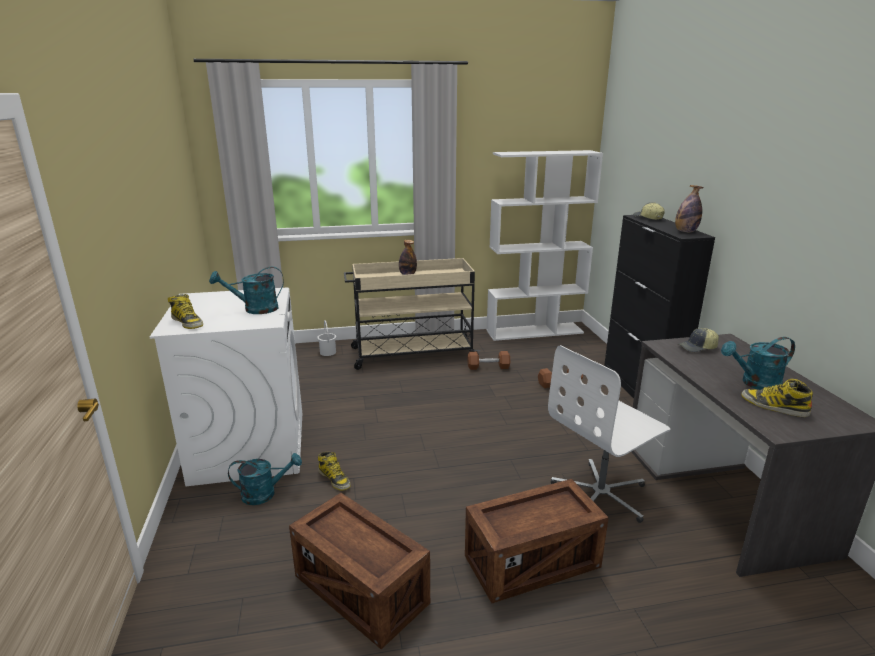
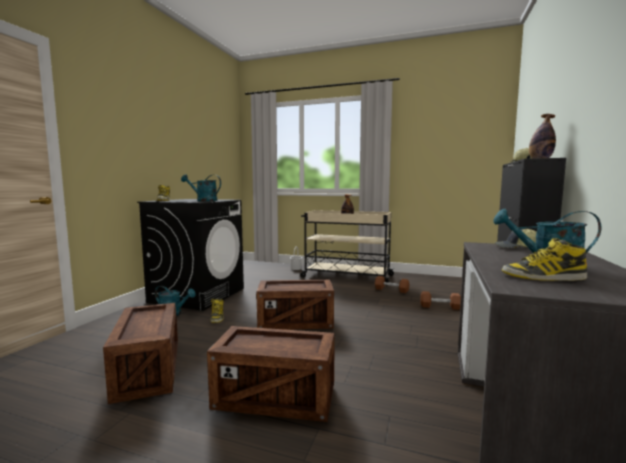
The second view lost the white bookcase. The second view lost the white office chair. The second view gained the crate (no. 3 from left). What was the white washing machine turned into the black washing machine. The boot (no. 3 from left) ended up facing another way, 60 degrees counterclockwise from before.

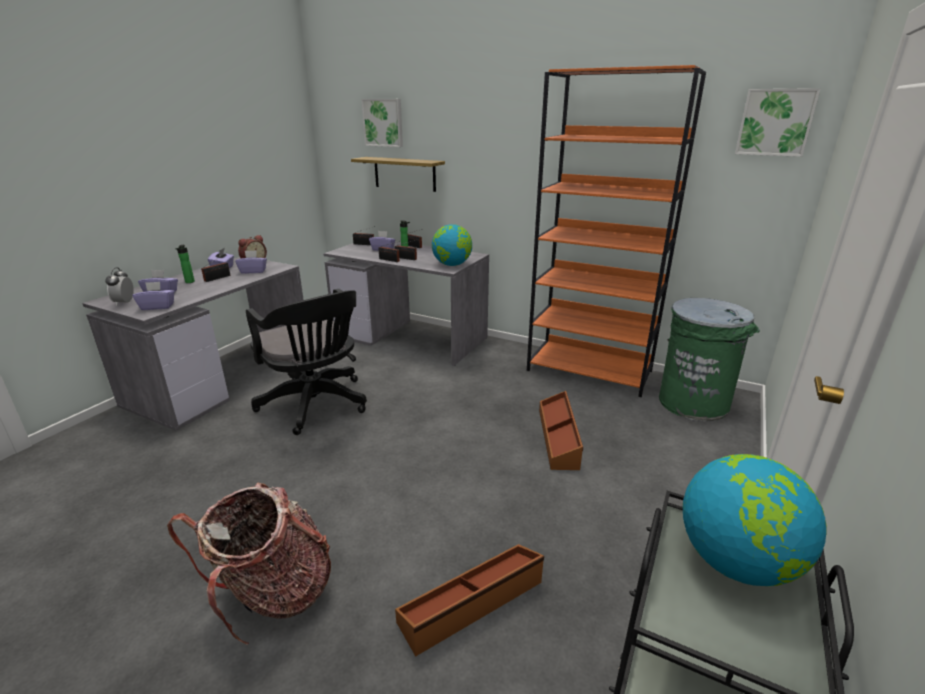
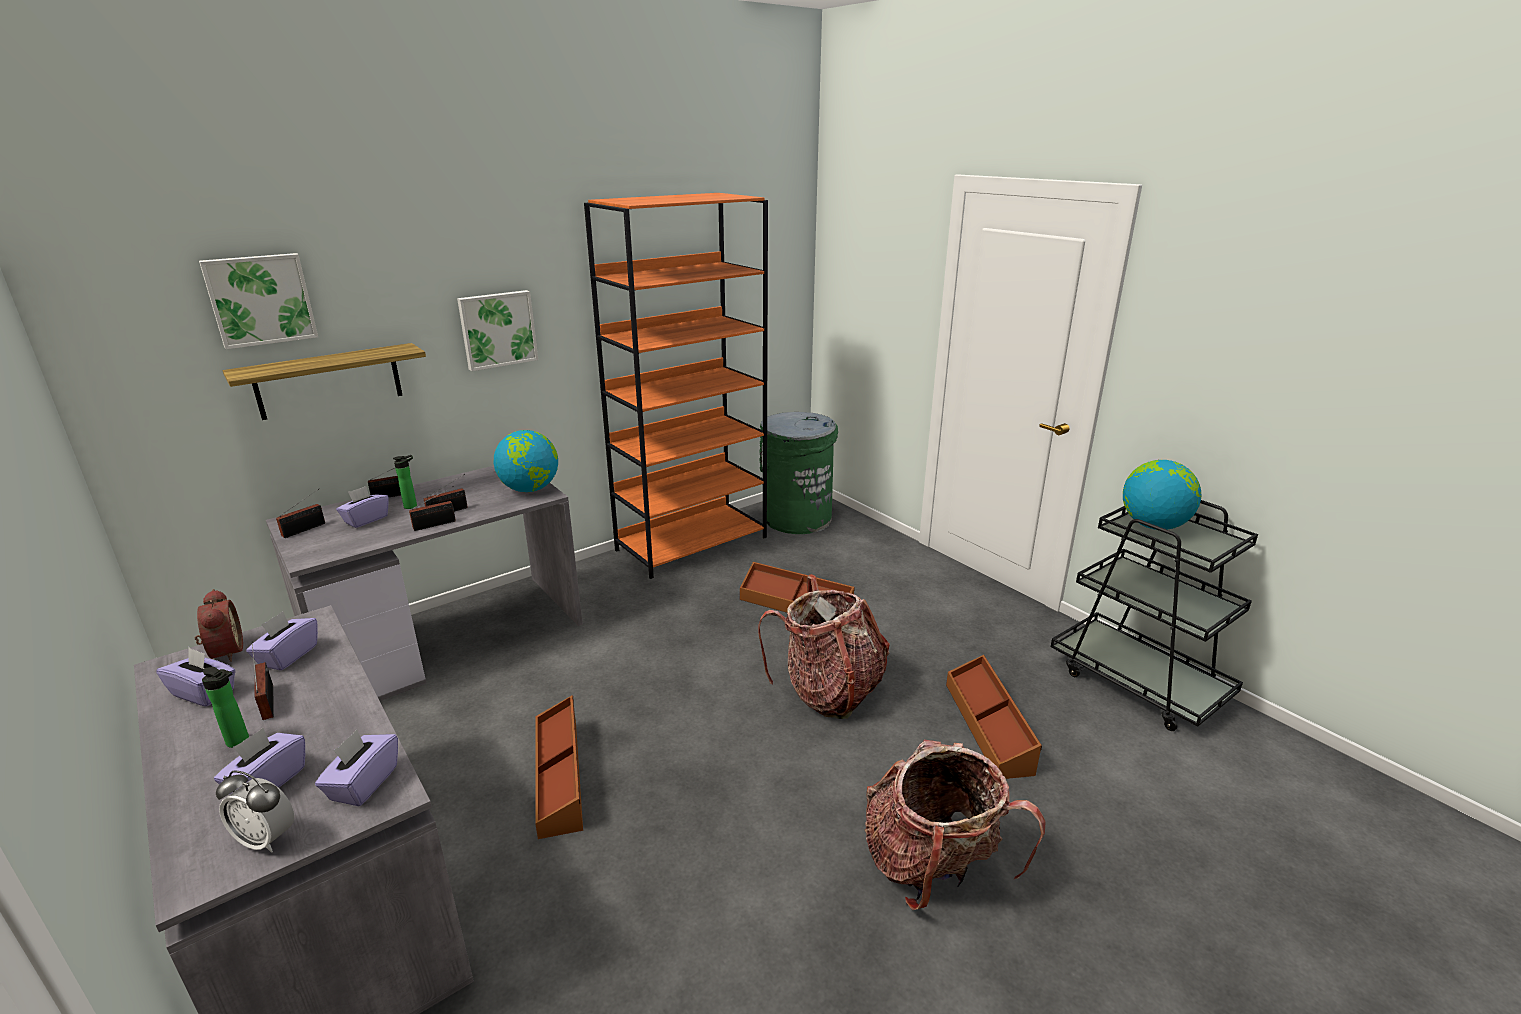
The second view gained the backpack (no. 1 from left). The picture (no. 2 from left) ended up elsewhere. Where the black office chair stood, the brown storage box (no. 1 from left) came to stand.

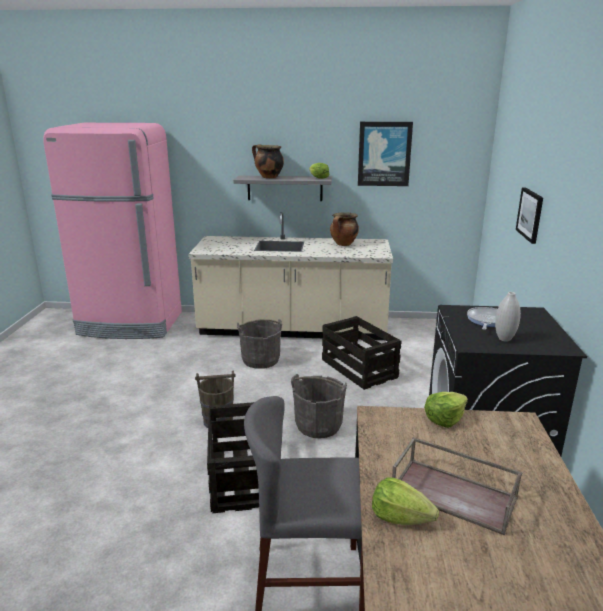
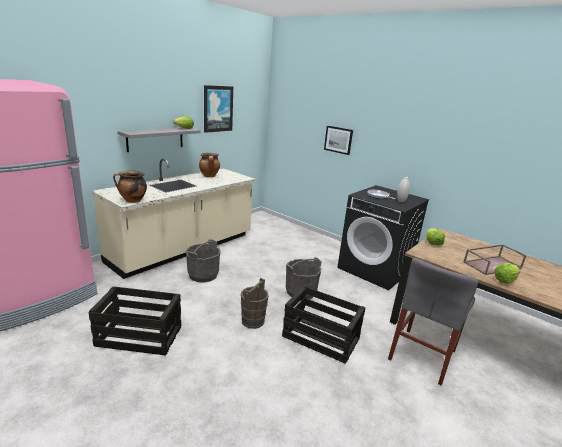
The cooking pot (no. 1 from left) ended up elsewhere. The crate (no. 2 from left in the first image) ended up elsewhere.

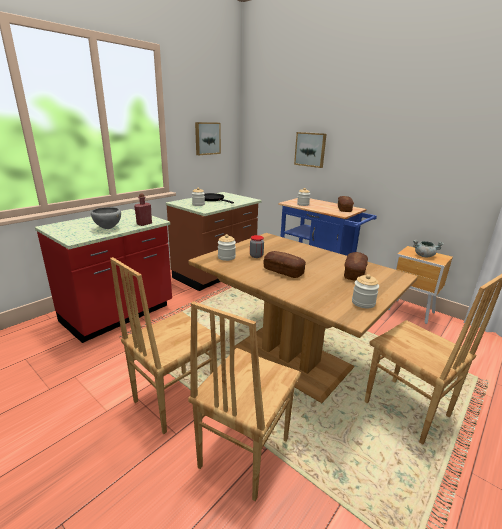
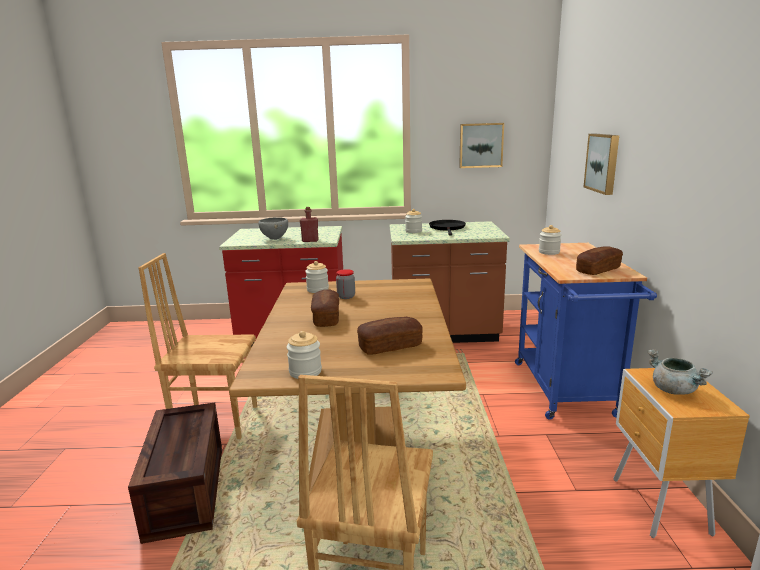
Where the brown chair (no. 2 from left) stood, the crate came to stand.

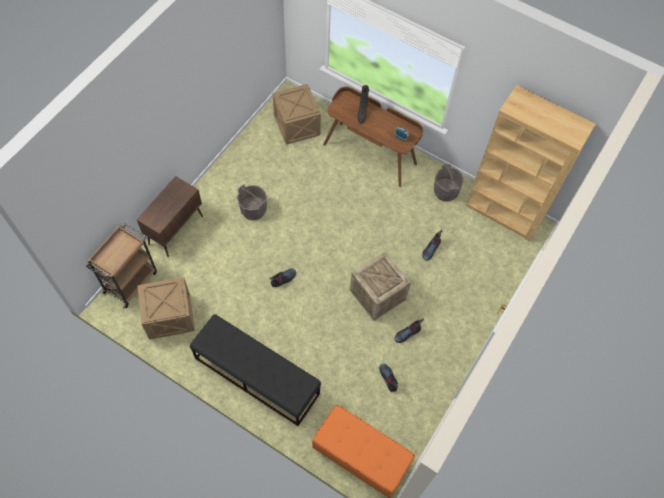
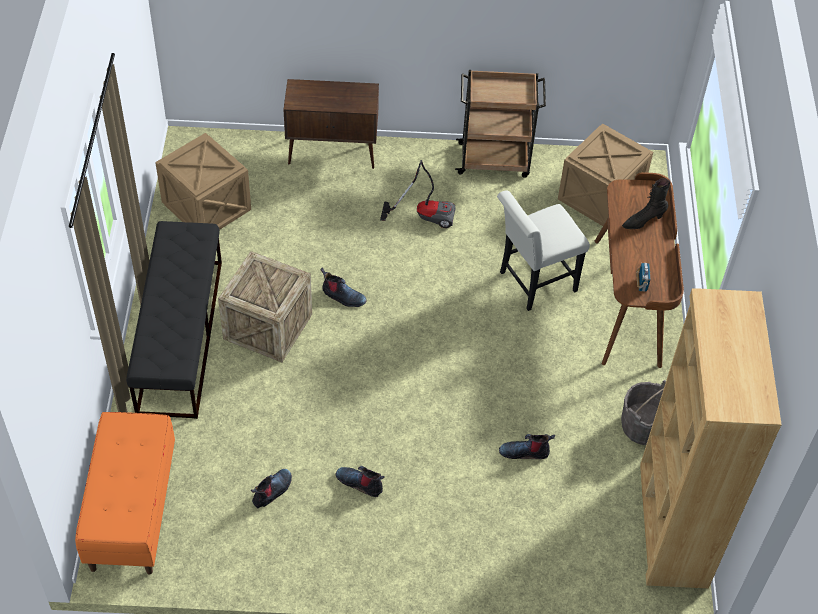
The second view gained the white chair. The brown cart ended up elsewhere. The crate (no. 3 from left in the first image) ended up elsewhere. Where the grey bucket (no. 1 from left) stood, the vacuum cleaner came to stand.

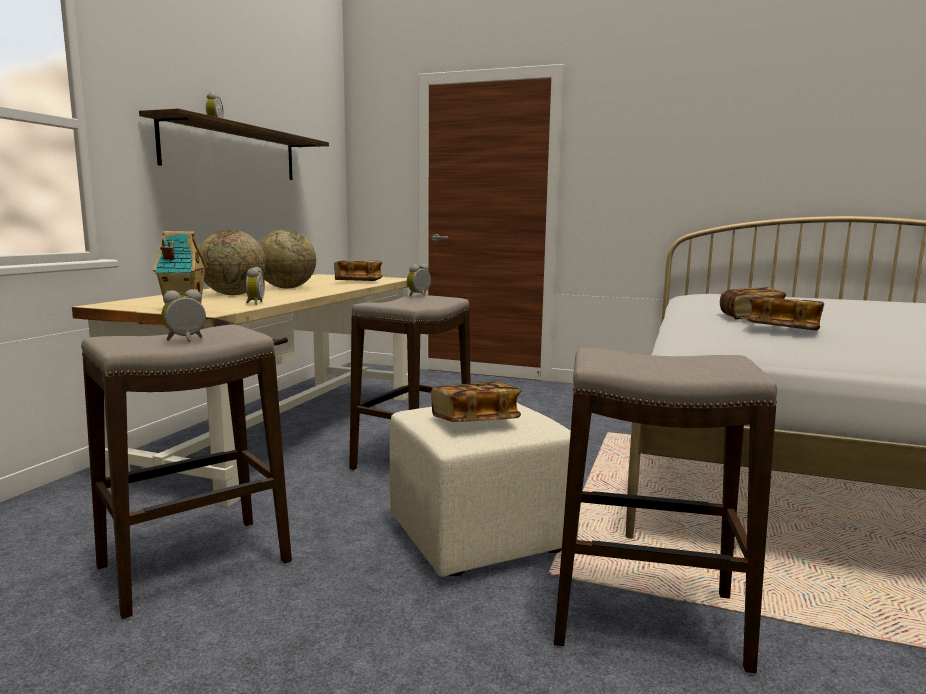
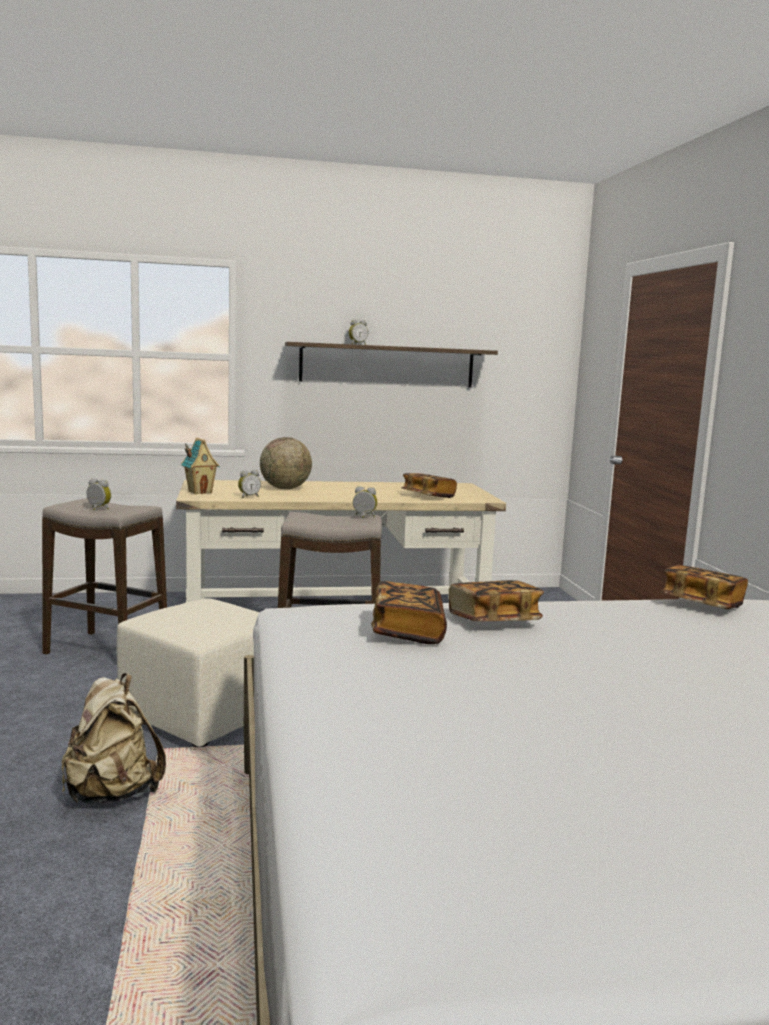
The second view lost the globe (no. 2 from left). The book (no. 2 from left in the first image) ended up elsewhere. Where the stool (no. 3 from left) stood, the beige backpack came to stand.

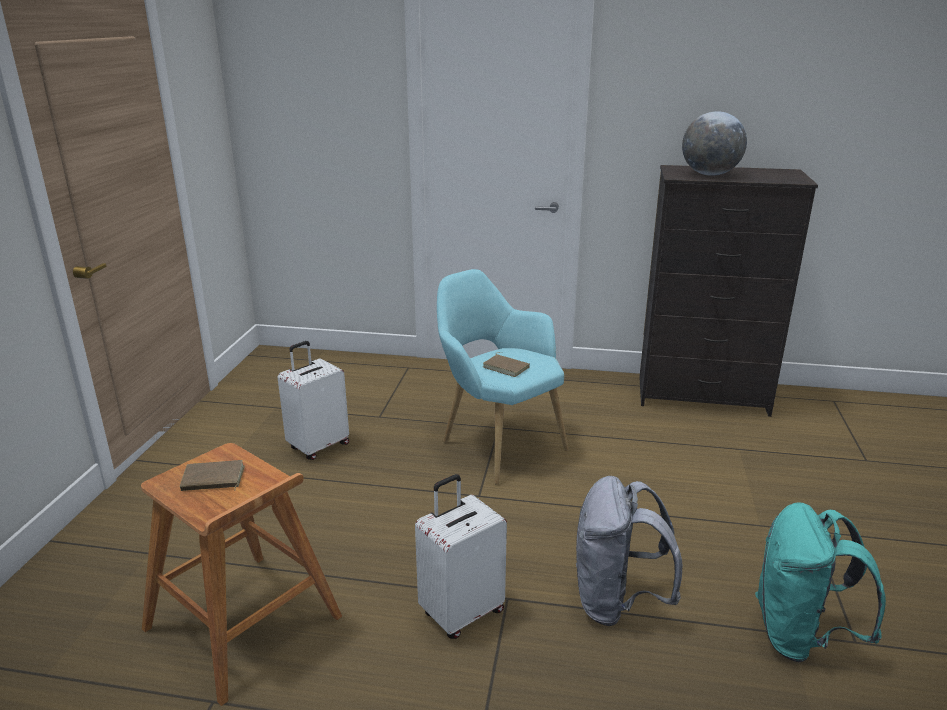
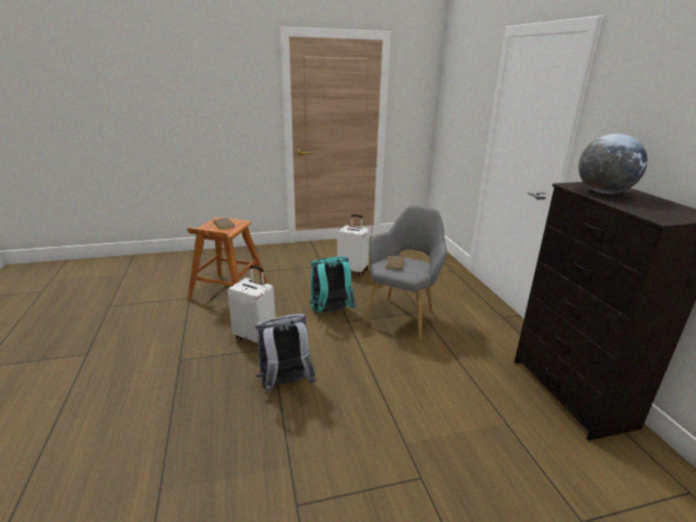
The turquoise backpack ended up elsewhere. What was the turquoise armchair turned into the grey armchair.

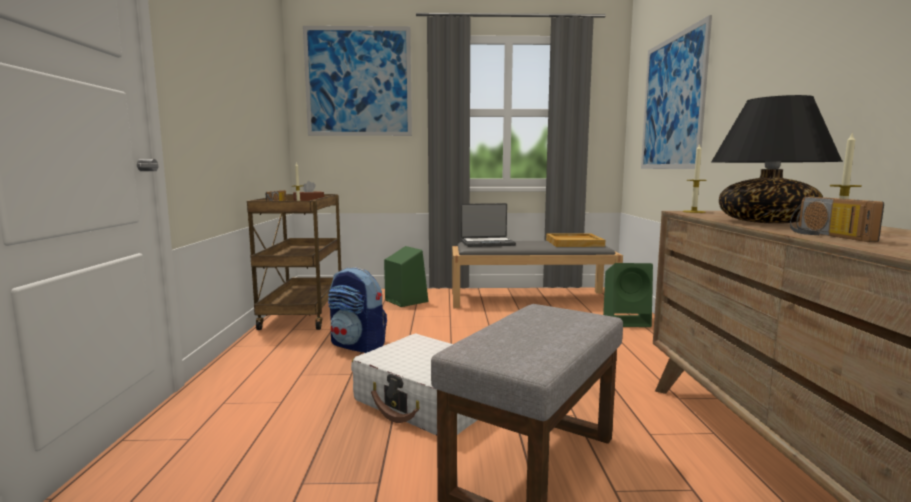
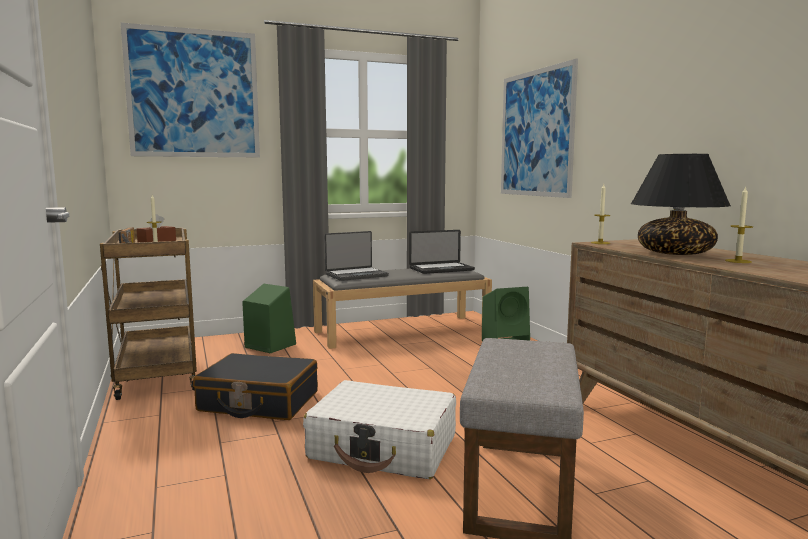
The second view lost the radio (no. 2 from left). Where the backpack stood, the black suitcase came to stand. Where the beige tray stood, the laptop (no. 2 from left) came to stand.

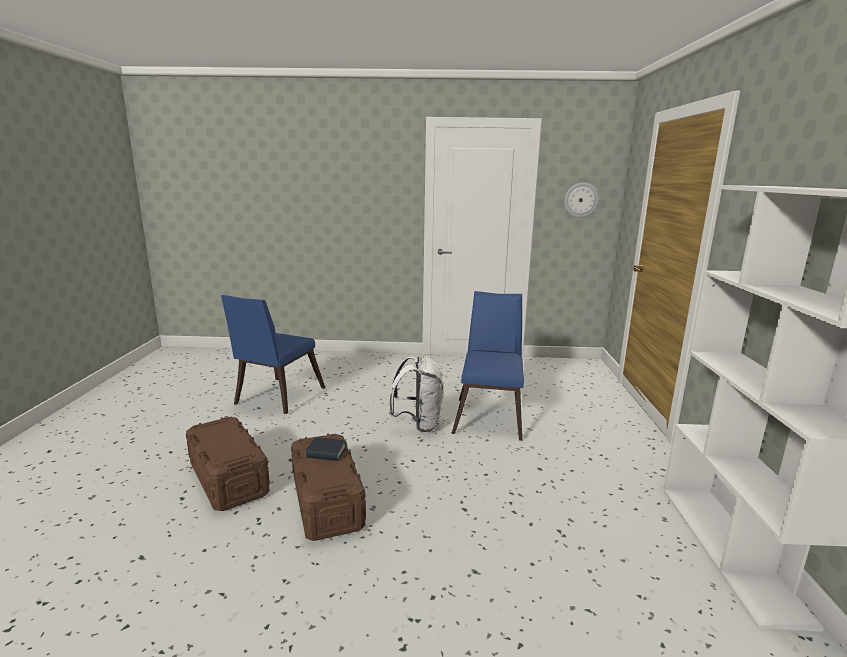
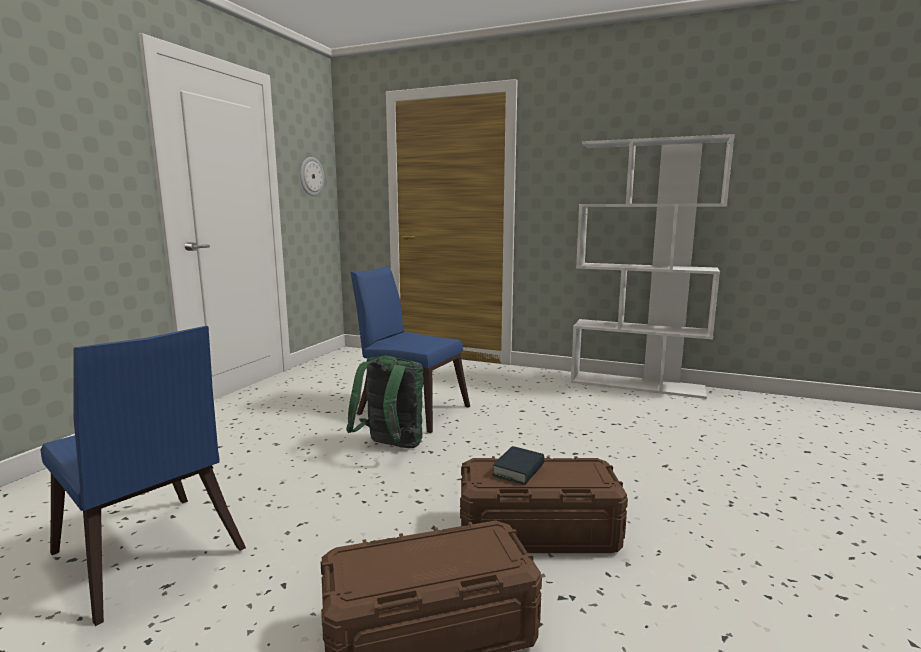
What was the white backpack turned into the green backpack.

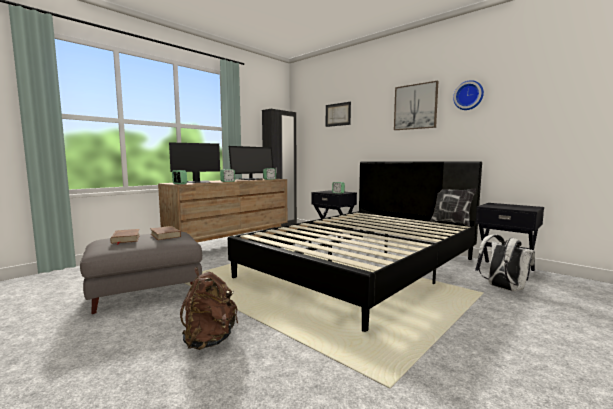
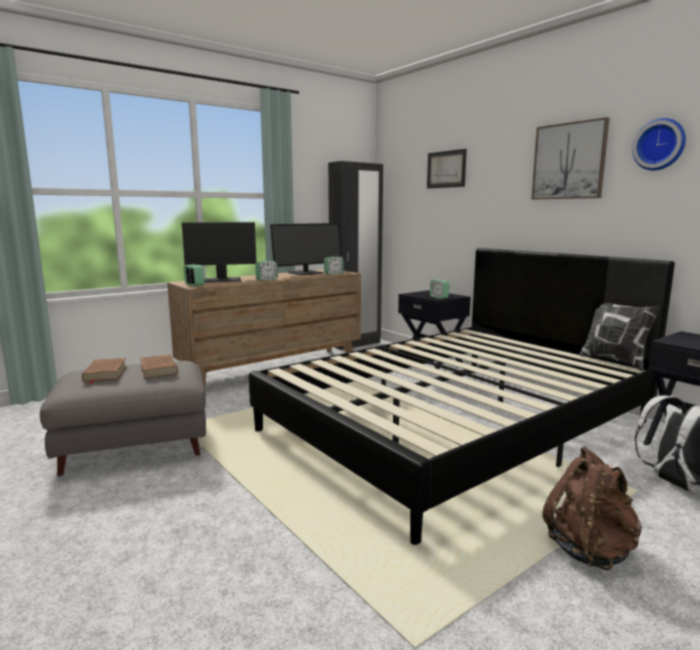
The brown backpack ended up elsewhere.

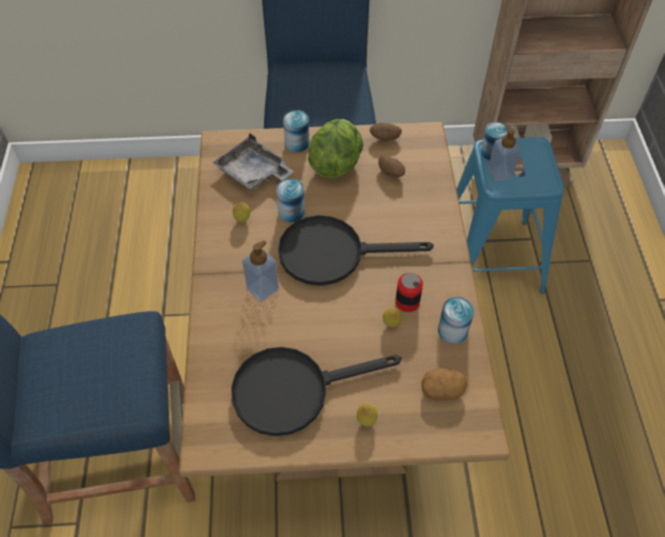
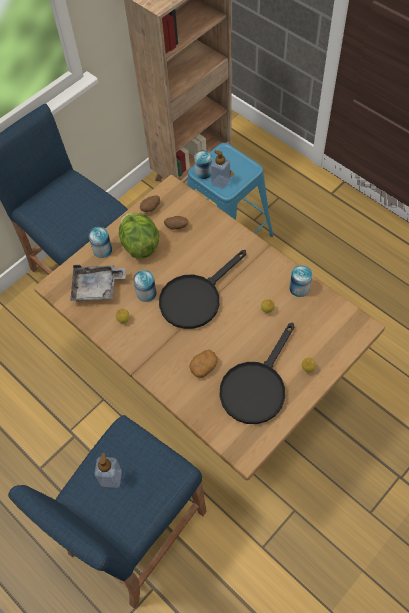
The second view lost the can (no. 3 from left). The soap dispenser (no. 1 from left) ended up elsewhere. The potato (no. 3 from left) ended up elsewhere.

